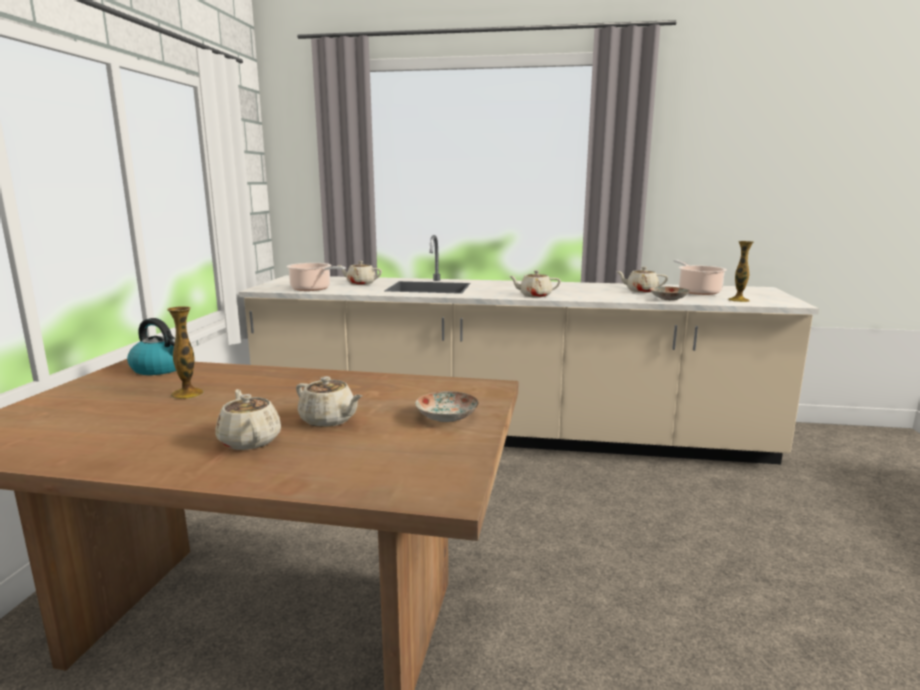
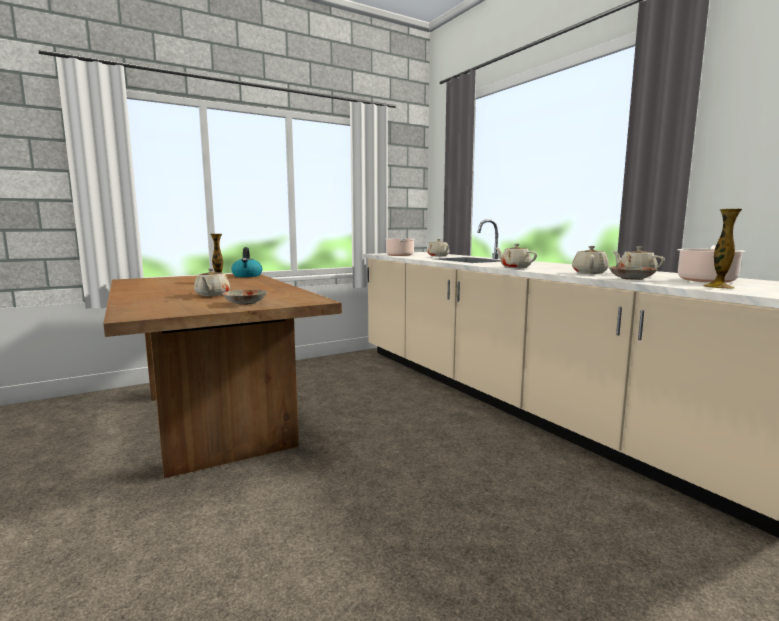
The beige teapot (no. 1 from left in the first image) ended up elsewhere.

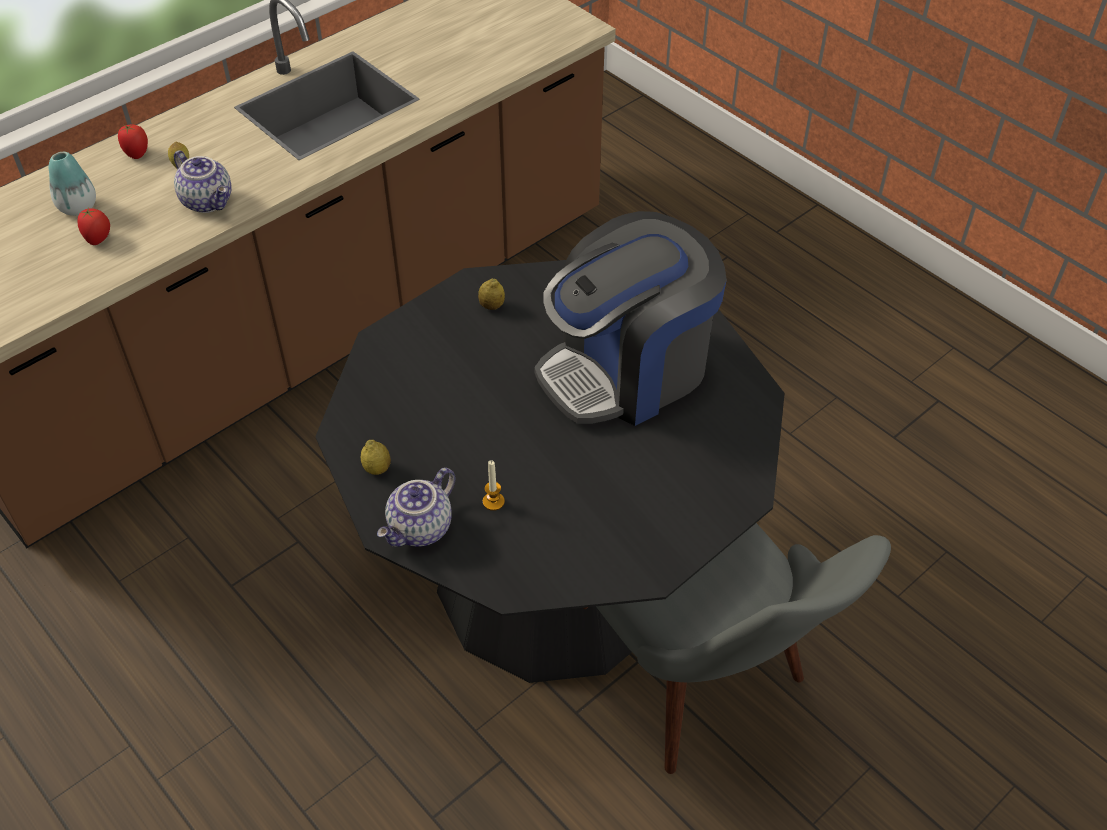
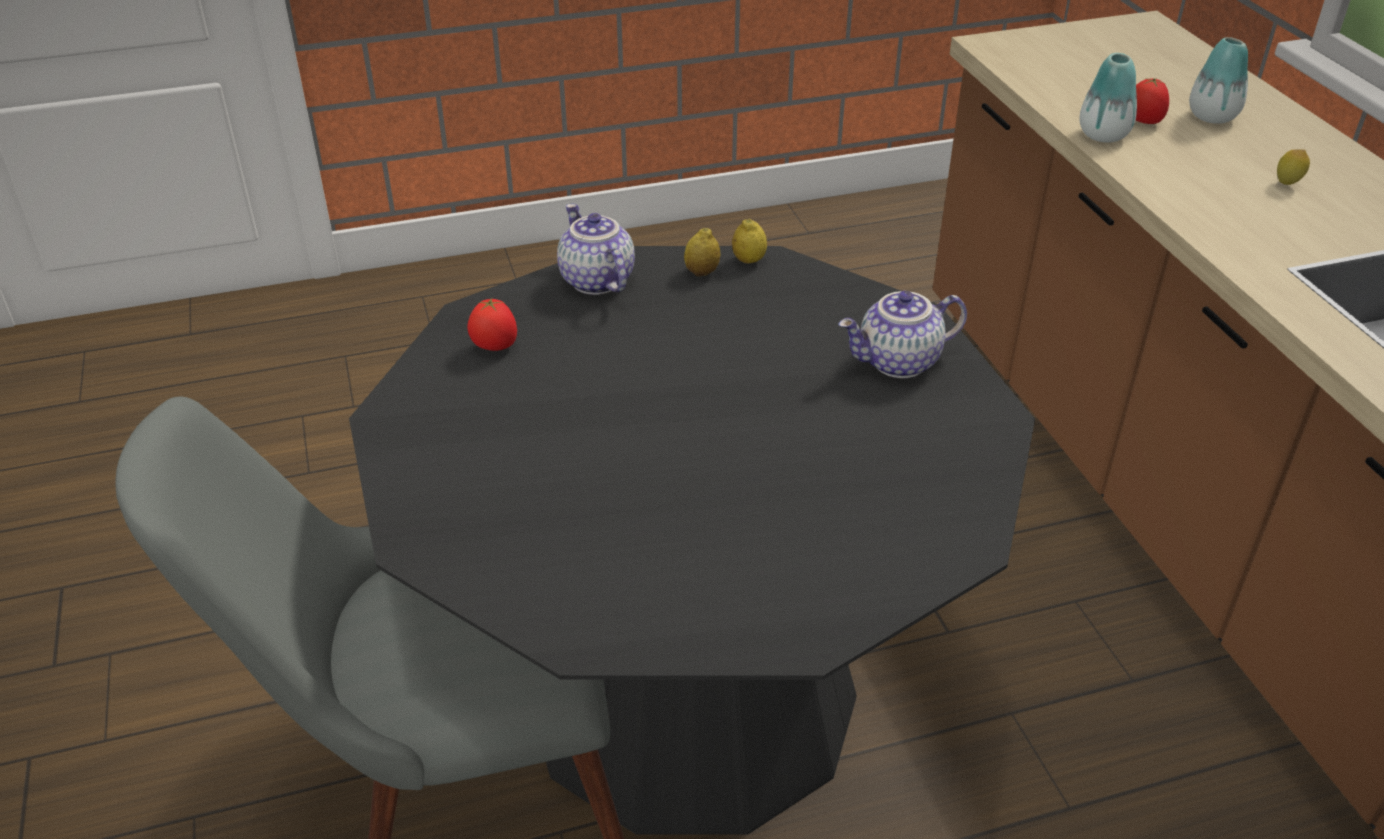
The second view lost the candle. The second view lost the coffee machine. The second view gained the vase (no. 1 from left). The tomato (no. 2 from left in the first image) ended up elsewhere. The teapot (no. 1 from left in the first image) ended up elsewhere. The lemon (no. 3 from left in the first image) ended up elsewhere.

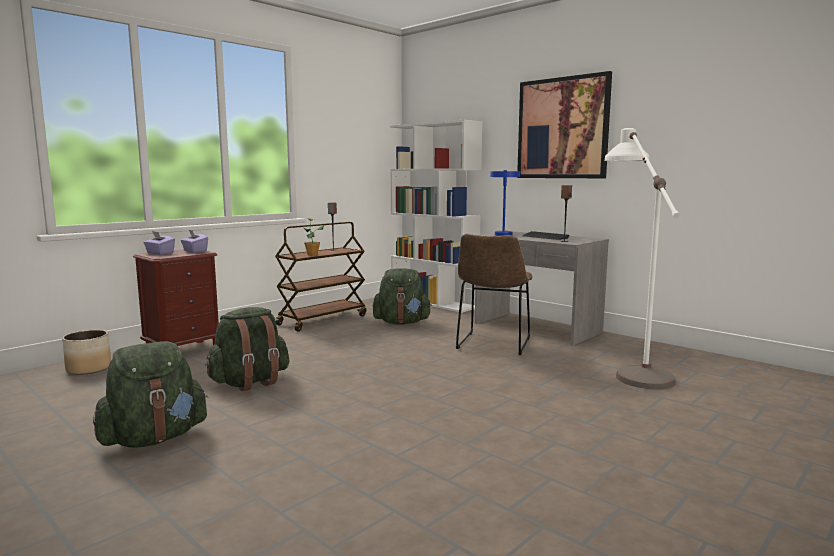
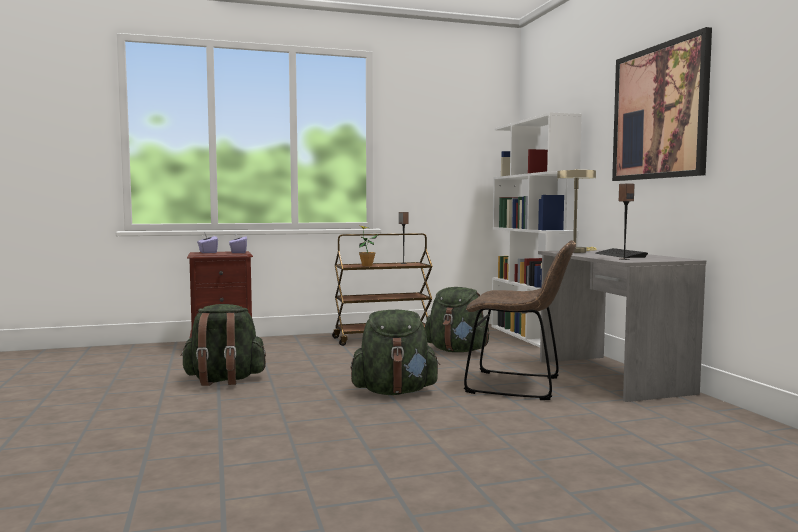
The second view lost the planter. The second view lost the white floor lamp. The green backpack (no. 1 from left in the first image) ended up elsewhere. What was the blue table lamp turned into the beige table lamp. The brown chair ended up facing another way, 120 degrees counterclockwise from before.

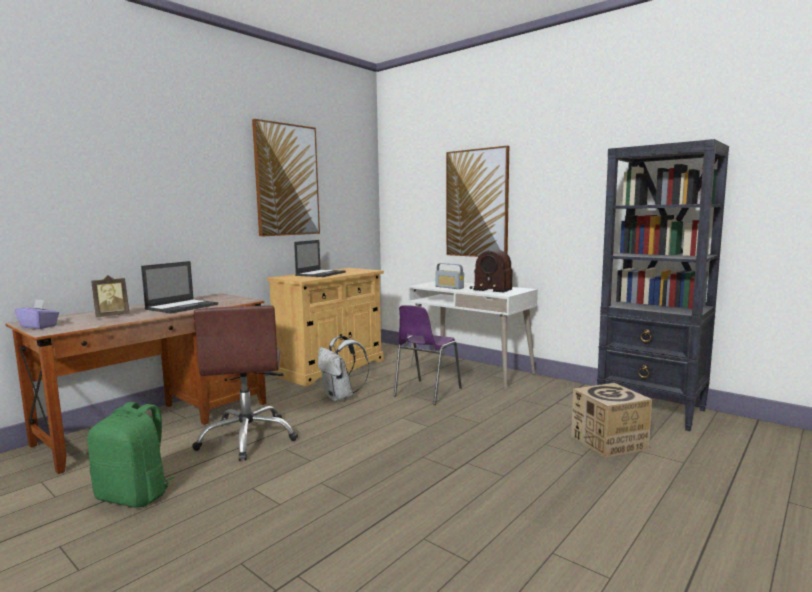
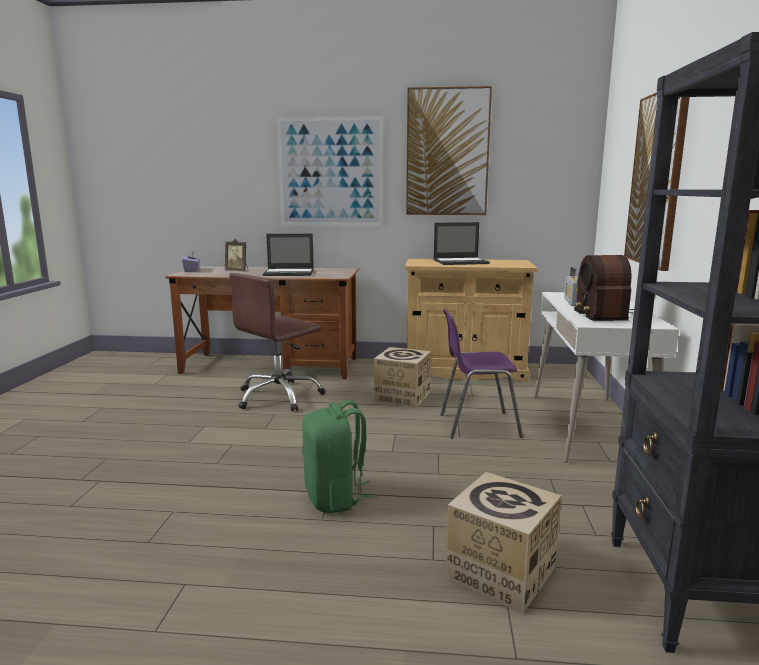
The second view gained the picture (no. 1 from left). The green backpack ended up elsewhere. Where the white backpack stood, the cardboard box (no. 1 from left) came to stand.

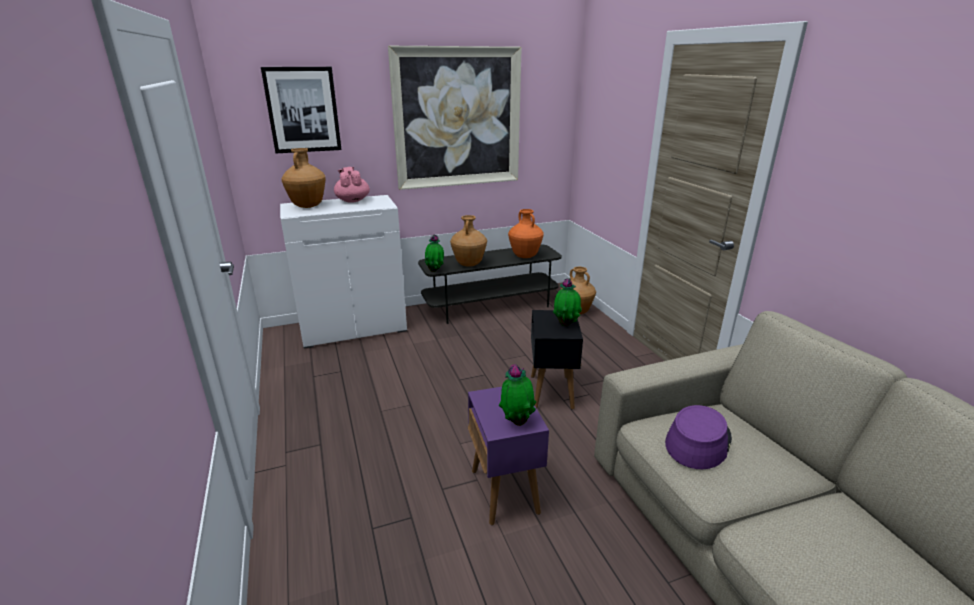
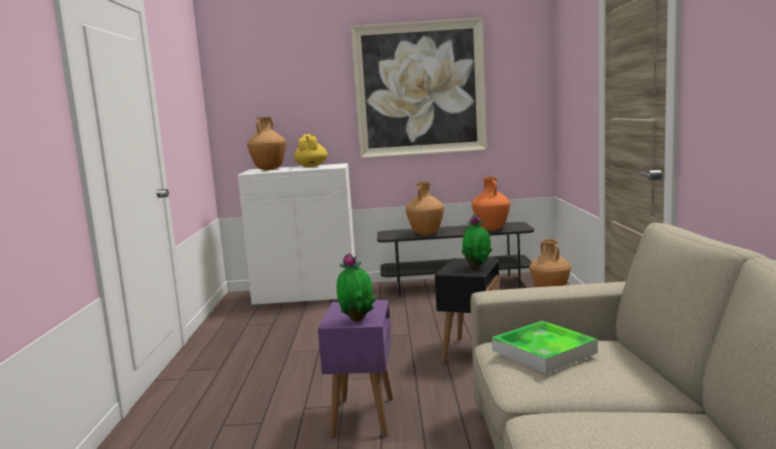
The second view lost the picture (no. 1 from left). The second view lost the potted plant (no. 1 from left). Where the purple hat stood, the tray came to stand. What was the pink teapot turned into the yellow teapot.

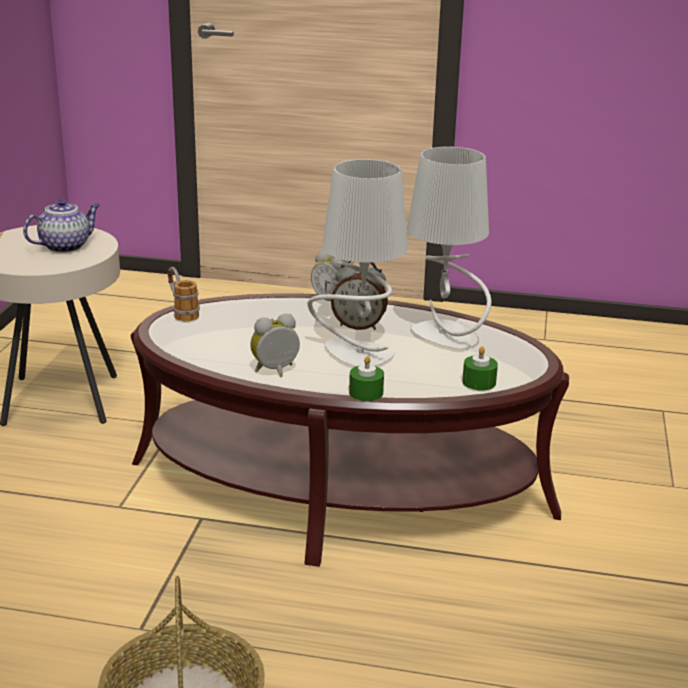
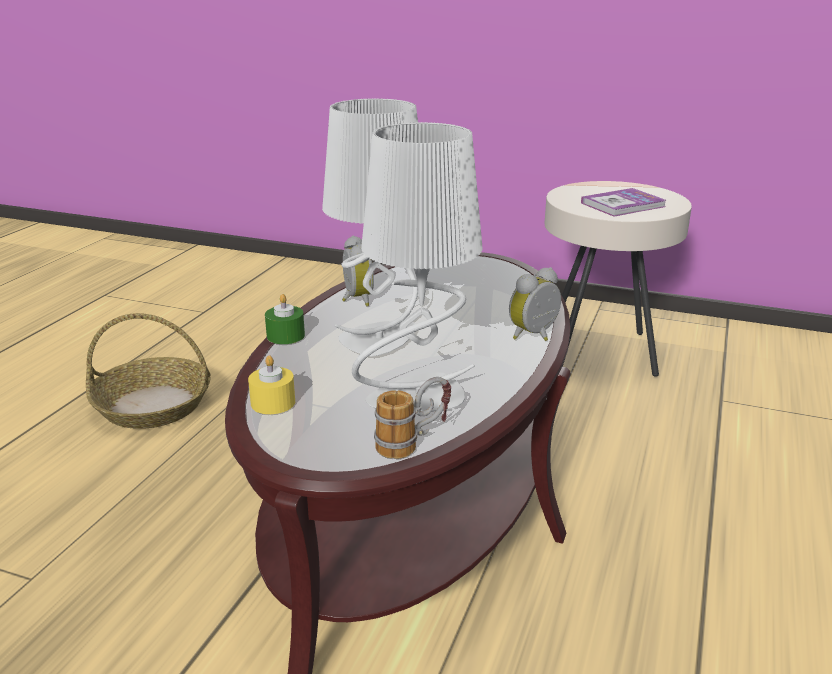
The second view lost the alarm clock (no. 3 from left). The mug ended up elsewhere. Where the teapot stood, the book came to stand. What was the green candle (no. 2 from left) turned into the yellow candle.

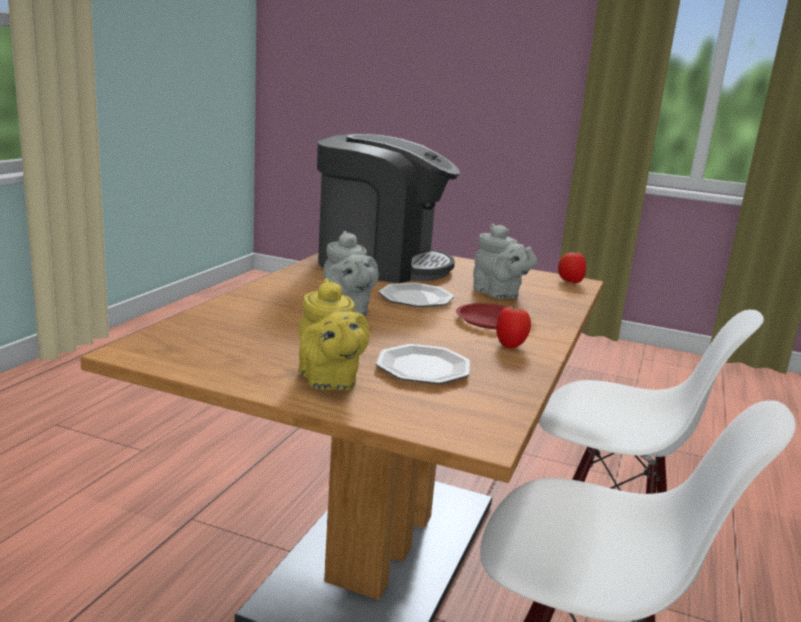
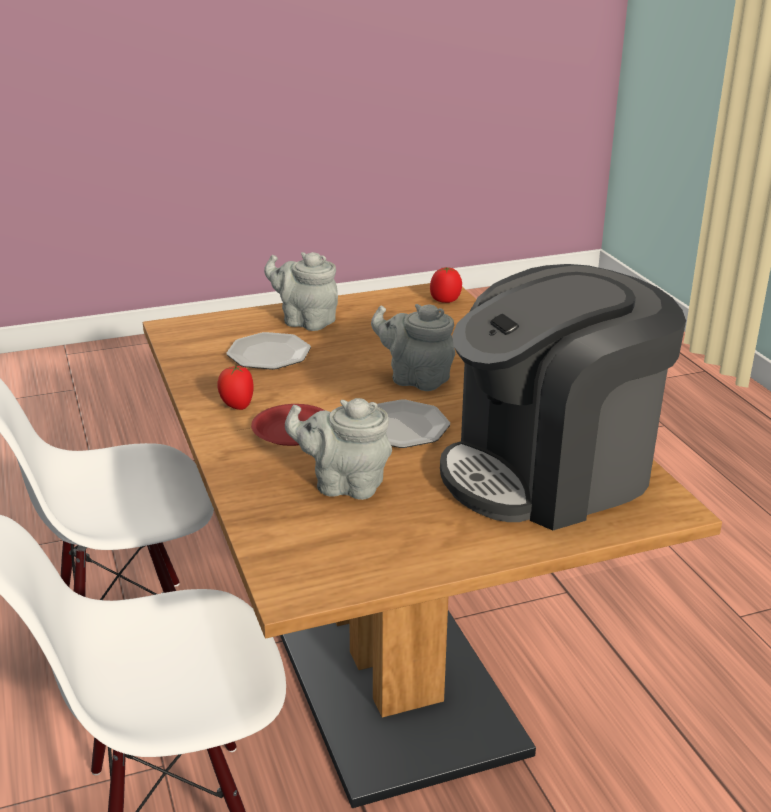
The tomato (no. 2 from left) ended up elsewhere. What was the yellow teapot turned into the grey teapot (no. 1 from left).

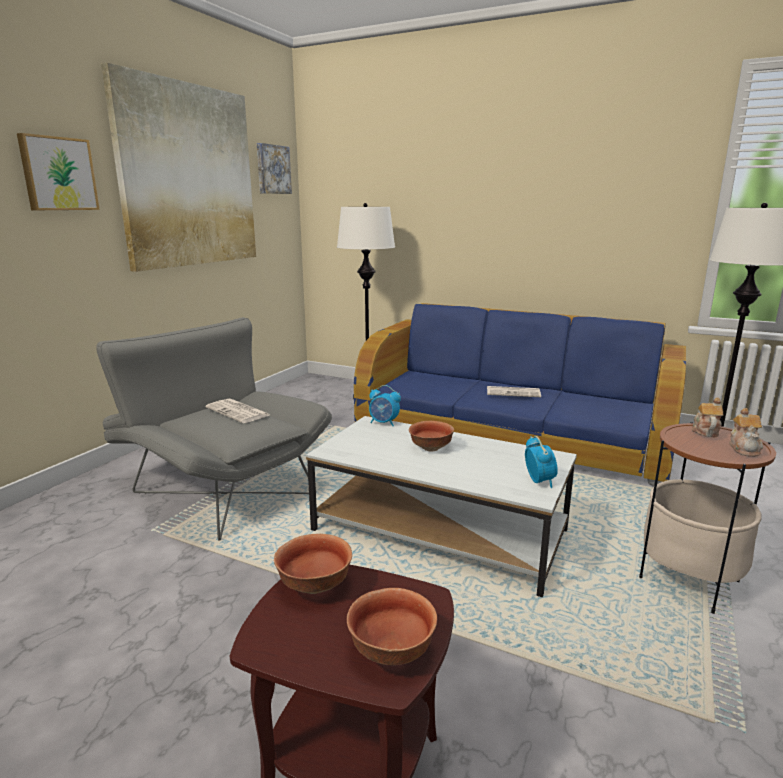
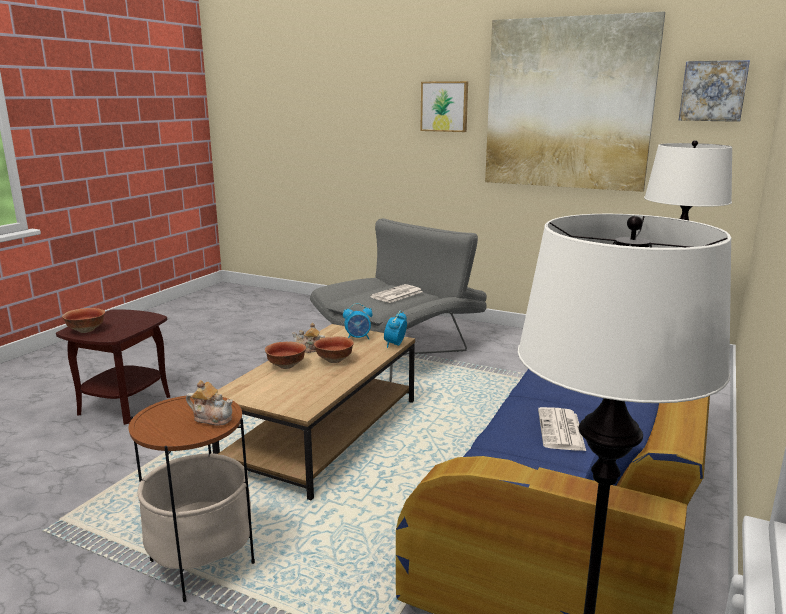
The bowl (no. 1 from left in the first image) ended up elsewhere. The alarm clock (no. 2 from left in the first image) ended up elsewhere. The teapot (no. 2 from left) ended up elsewhere. What was the white coffee table turned into the brown coffee table.

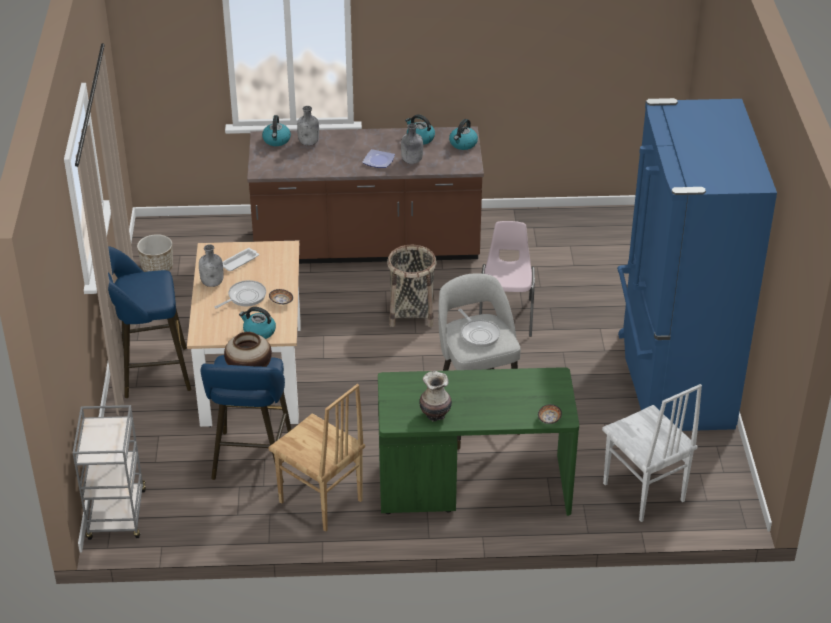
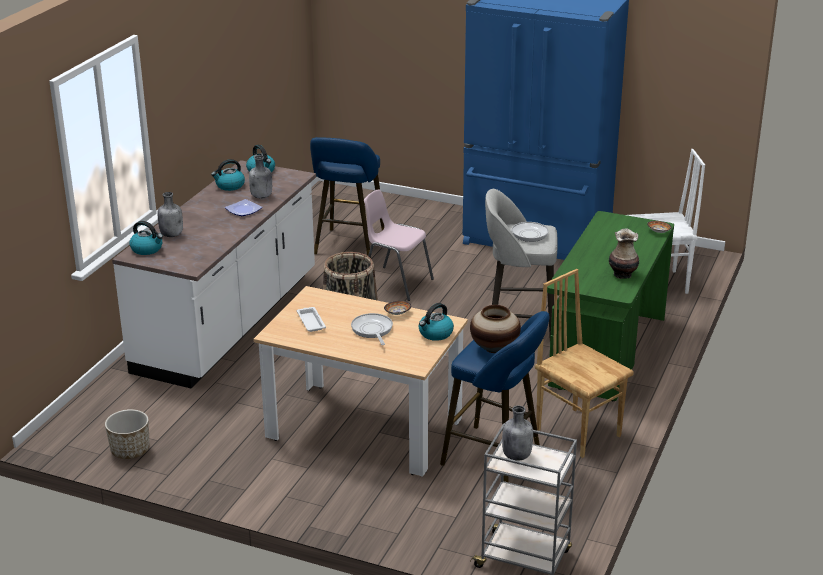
The blue stool (no. 1 from left) ended up elsewhere. The grey bottle (no. 1 from left in the first image) ended up elsewhere. What was the brown counter turned into the white counter. The brown chair ended up facing another way, 105 degrees counterclockwise from before.

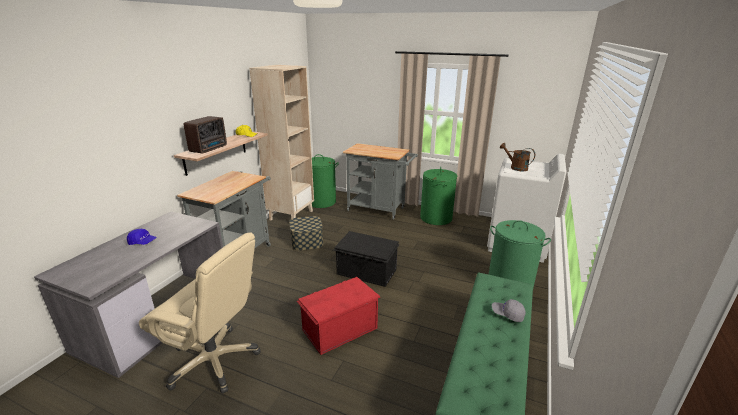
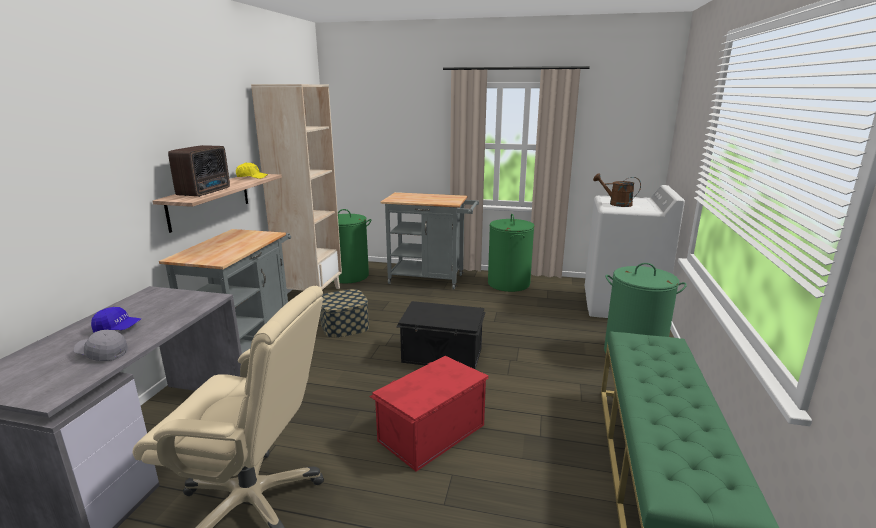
The grey cap ended up elsewhere.

